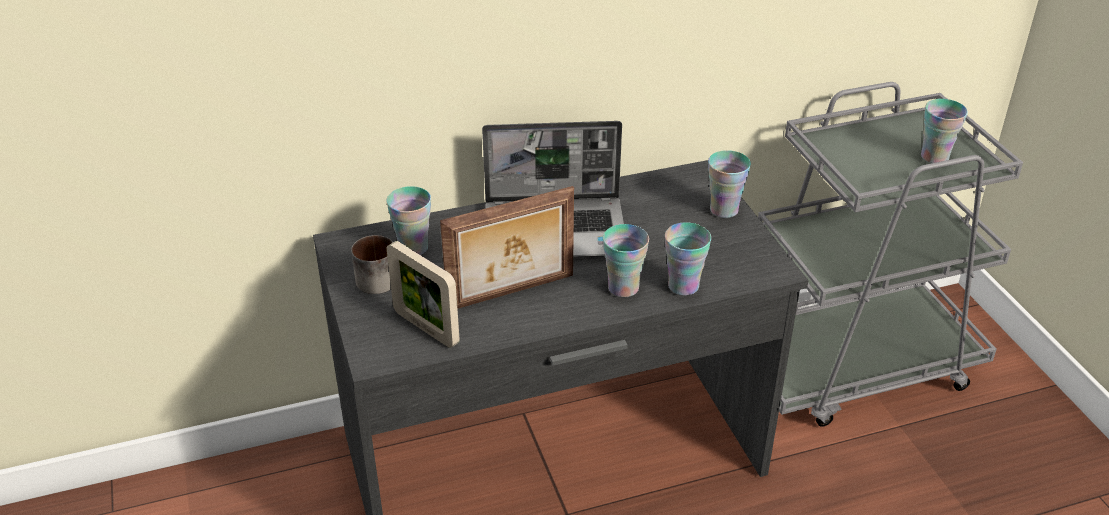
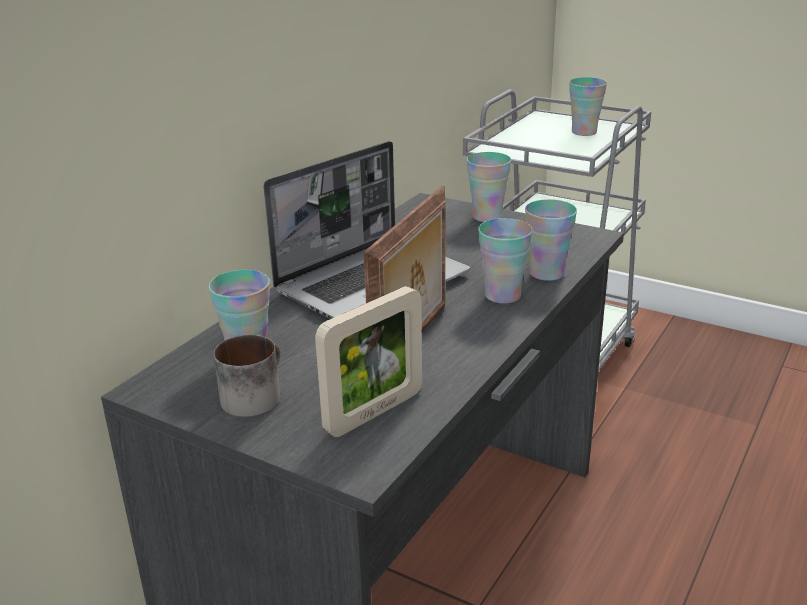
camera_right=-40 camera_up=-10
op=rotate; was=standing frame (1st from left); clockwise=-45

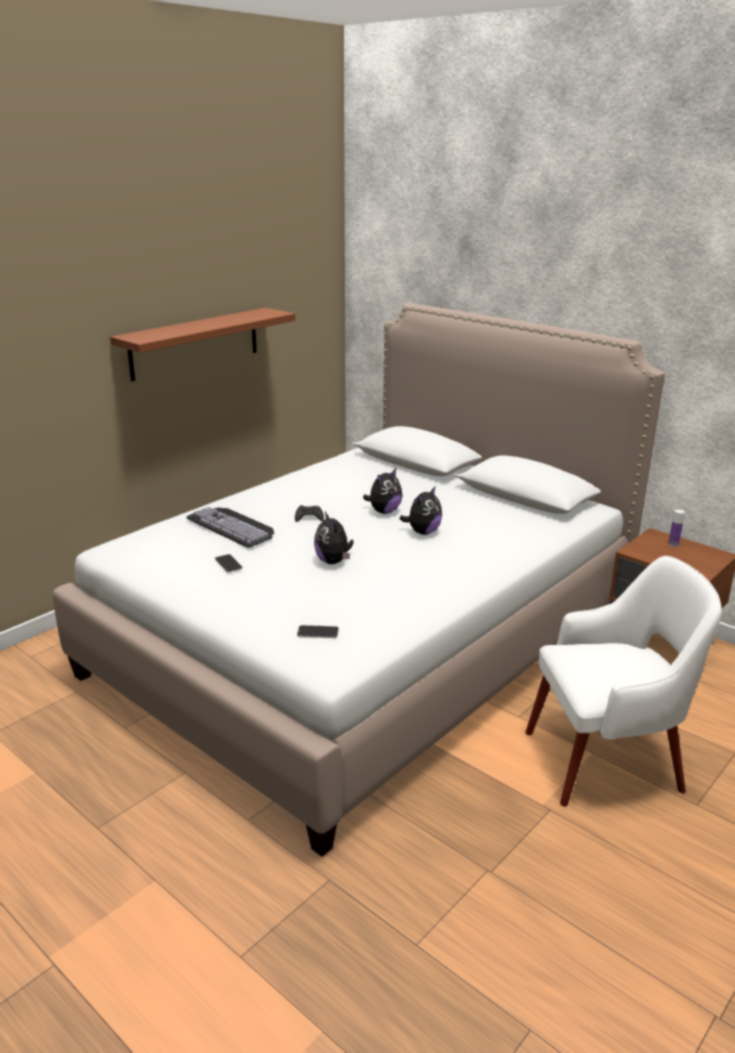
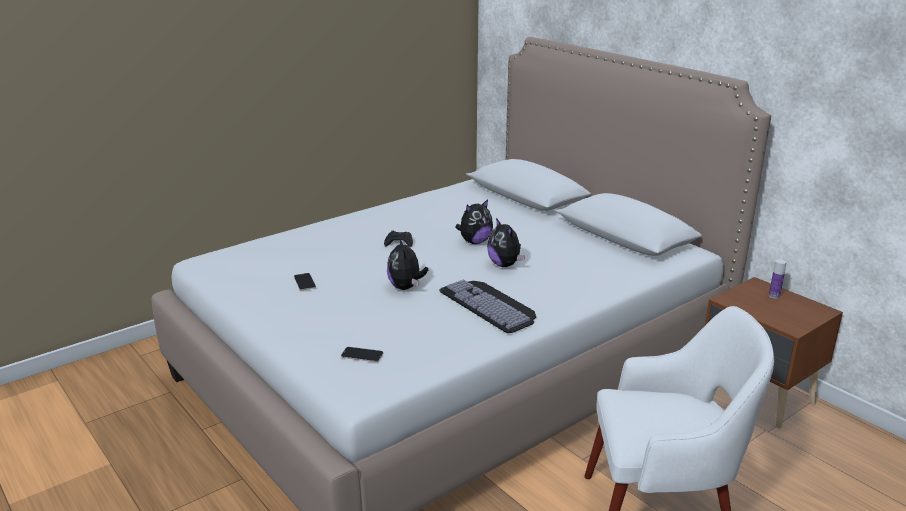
camera_right=10 camera_up=0
op=delete; was=brownish bracket shelf
op=move; was=computer keyboard
op=rotate; was=cuddly toy (3rd from left); clockwise=105

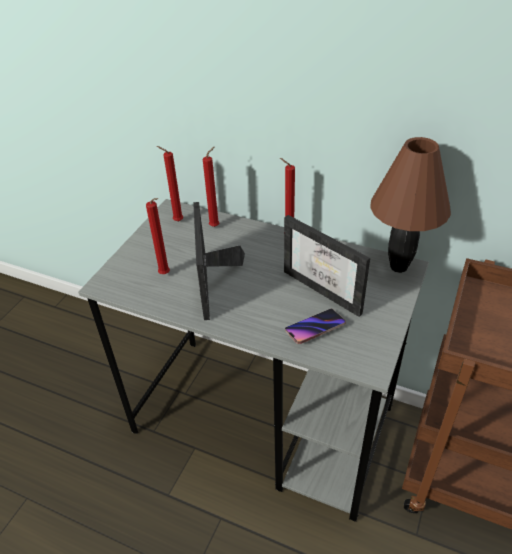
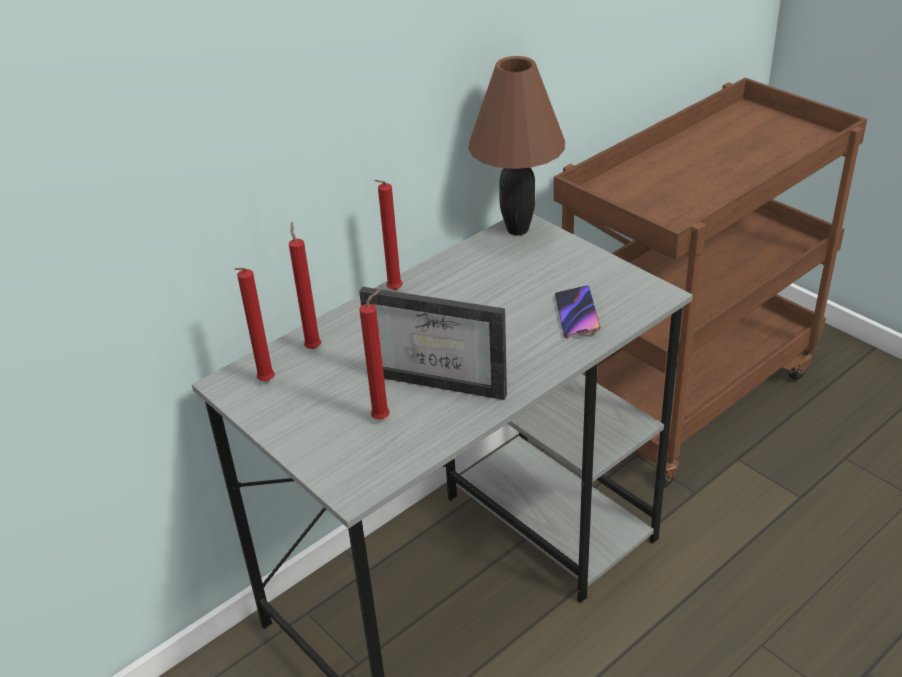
camera_right=-65 camera_up=-5
op=delete; was=standing frame (2nd from left)

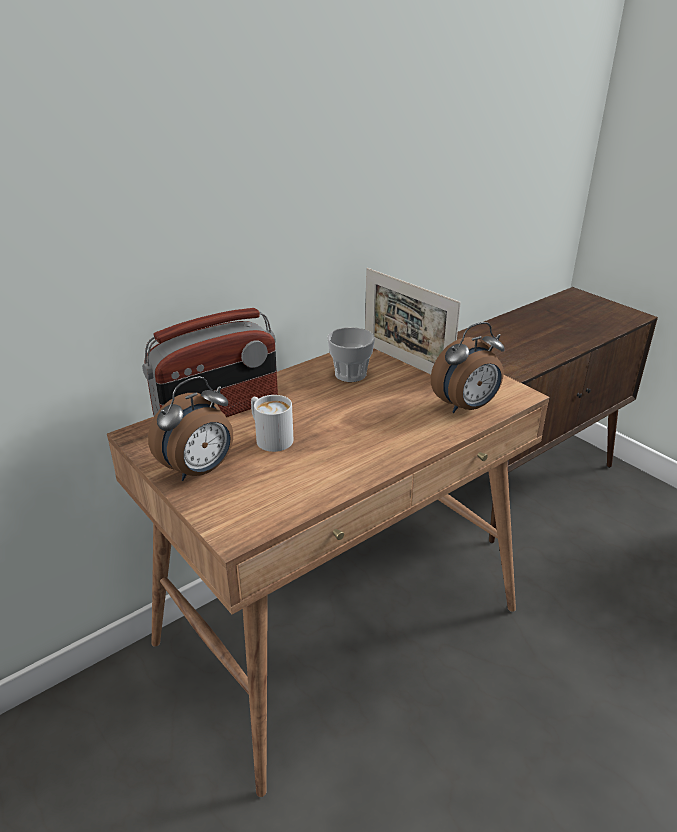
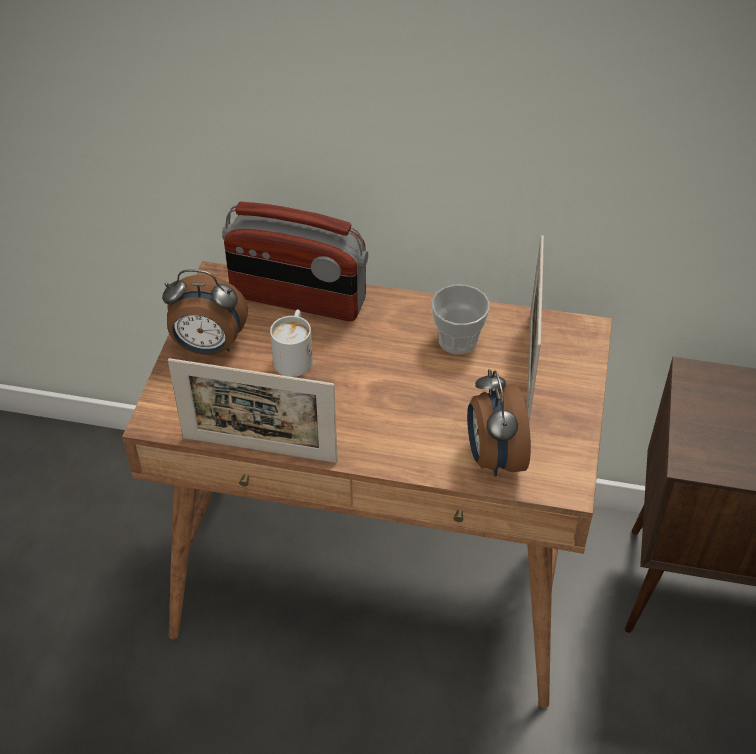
camera_right=50 camera_up=15
op=rotate; was=alarm clock (2nd from left); clockwise=60
op=insert; now=standing frame (1st from left)

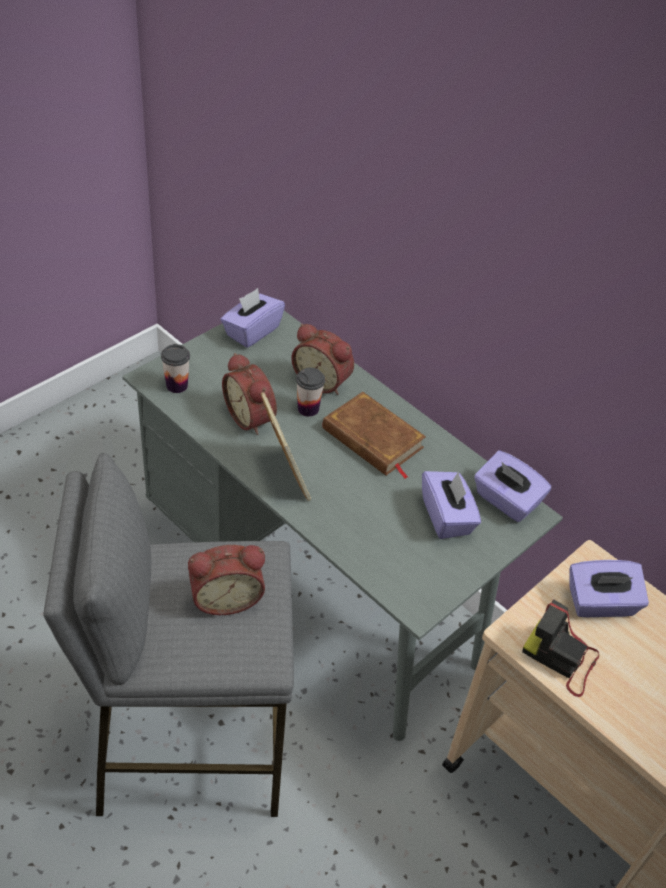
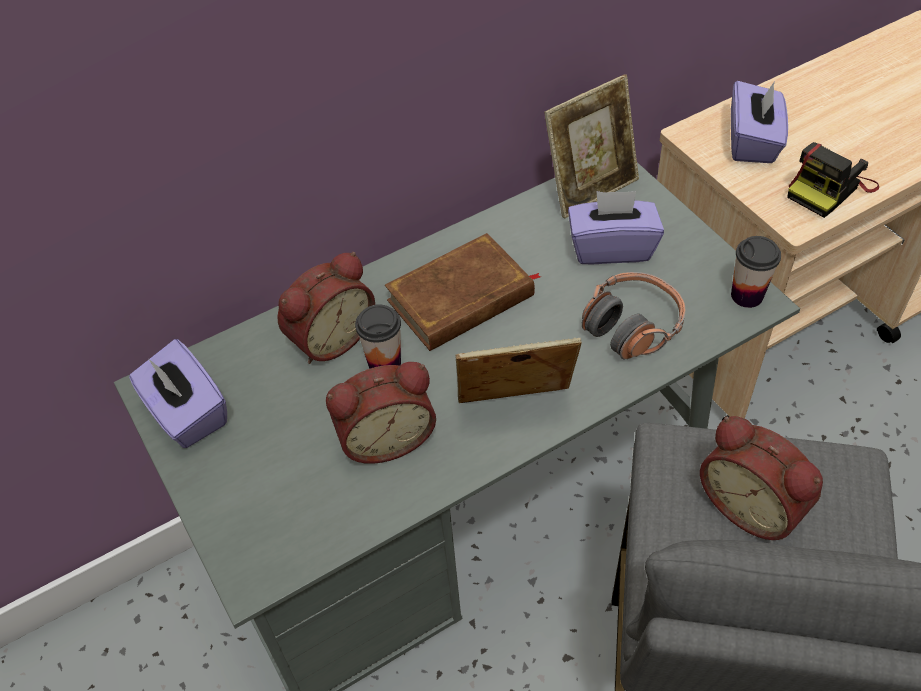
camera_right=-70 camera_up=5
op=move; was=small cup (1st from left in the first image); now=small cup (2nd from left)
op=rotate; was=alarm clock (1st from left in the first image); clockwise=135
op=replace; was=purplish box of tissues (3rd from left); now=standing frame (2nd from left)
op=insert; now=pair of headphones

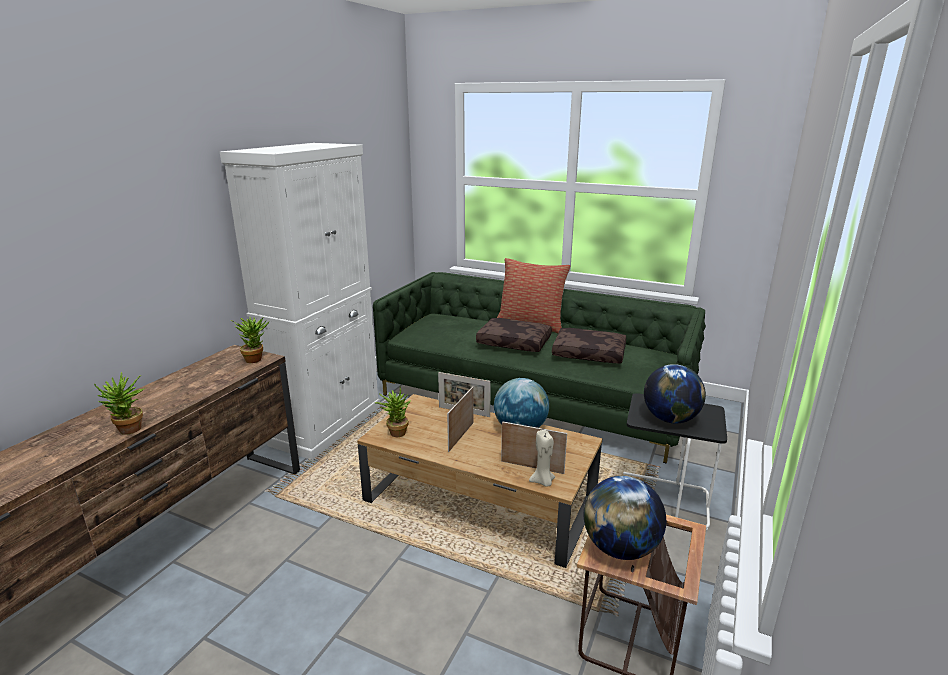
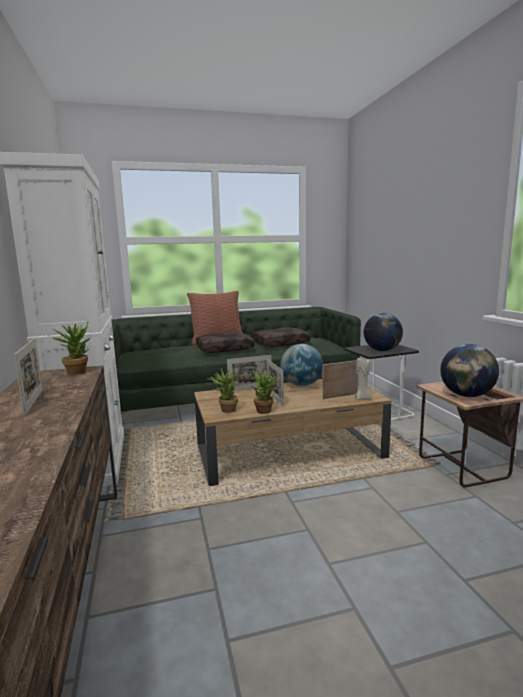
camera_right=-40 camera_up=-10
op=move; was=potted plant (1st from left in the first image); now=potted plant (3rd from left)
op=insert; now=standing frame (1st from left)

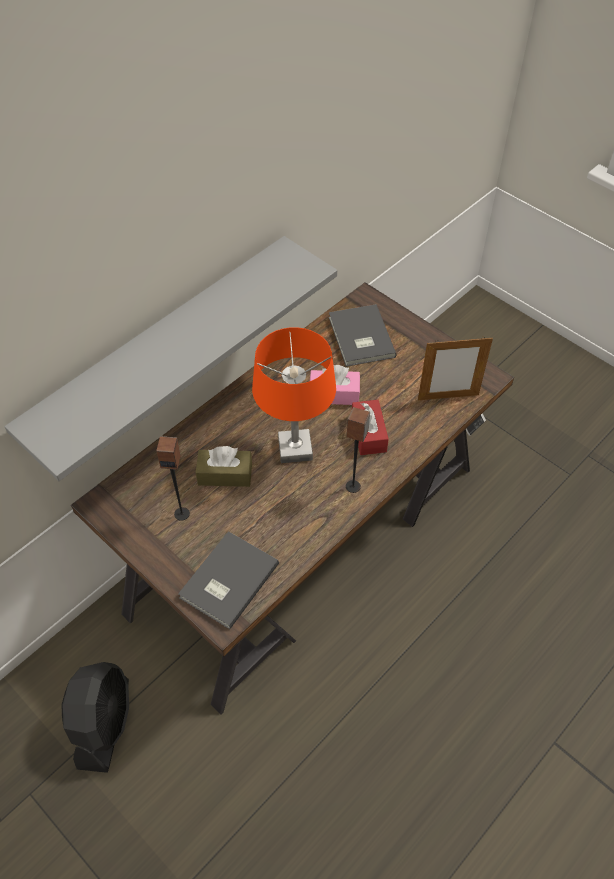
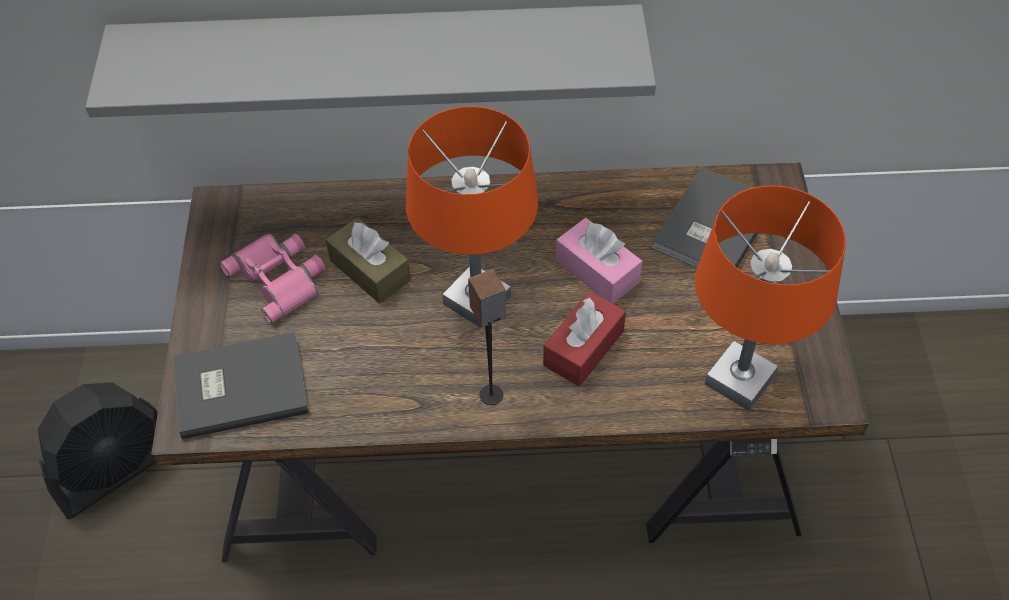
camera_right=45 camera_up=0
op=replace; was=loudspeaker (1st from left); now=pink field glasses
op=replace; was=standing frame; now=orangey table lamp (2nd from left)

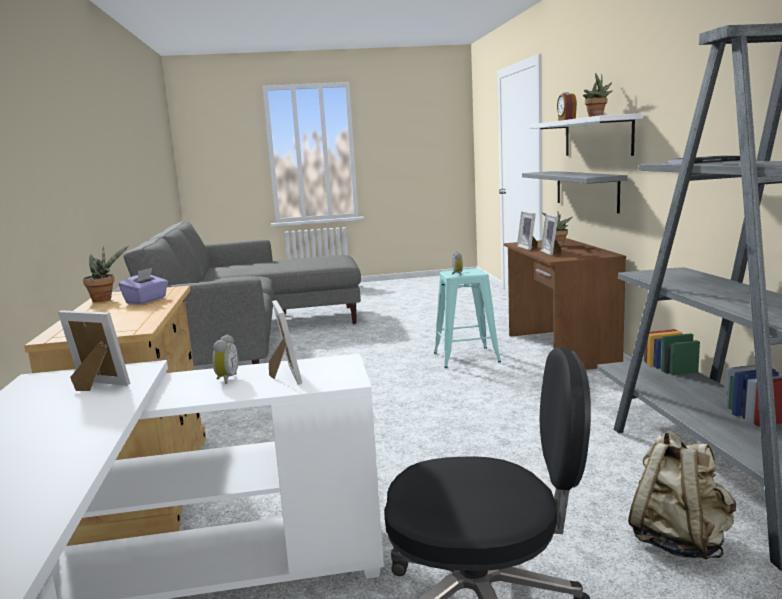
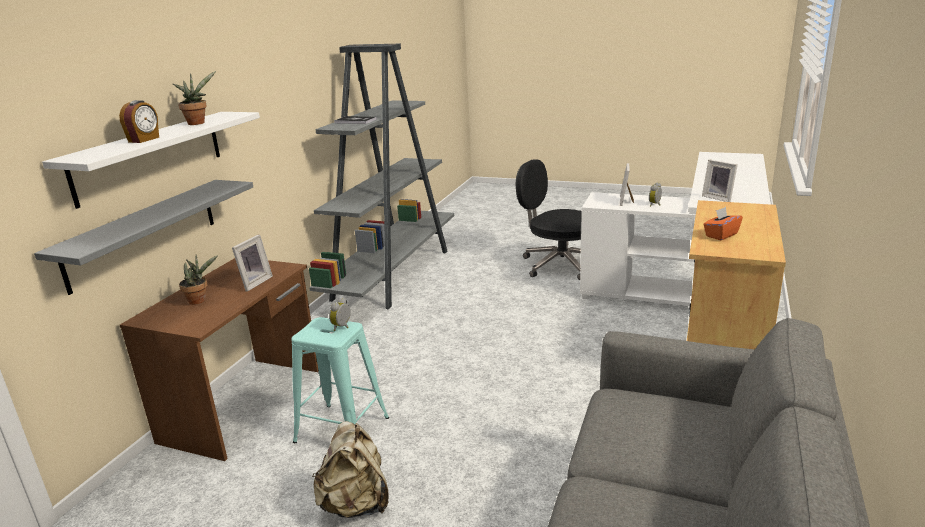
camera_right=-150 camera_up=10
op=delete; was=potted plant (1st from left)
op=recolor; was=purplish box of tissues; now=orangey box of tissues
op=delete; was=standing frame (3rd from left)
op=move; was=beige knapsack

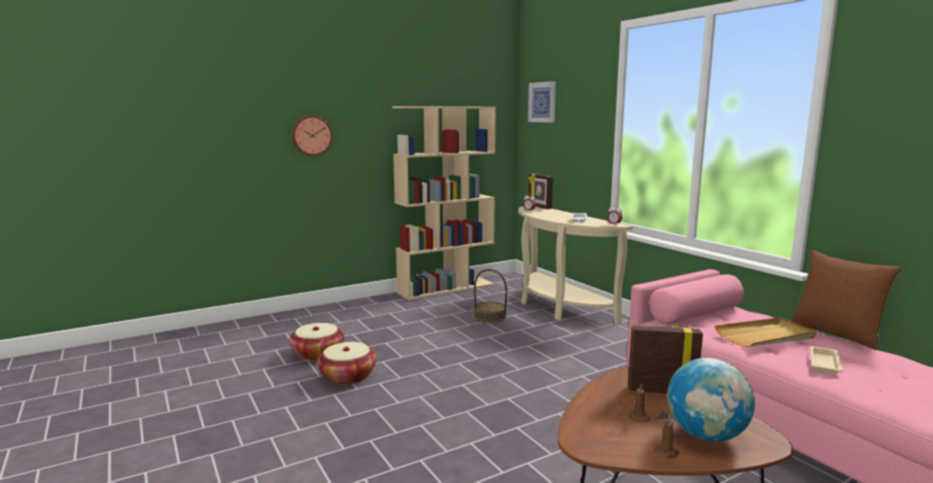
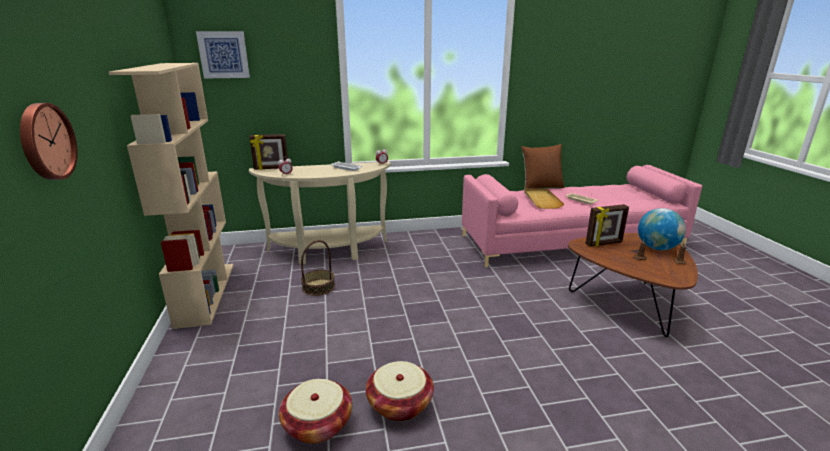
camera_right=-70 camera_up=10
op=rotate; was=standing frame (2nd from left); clockwise=-135

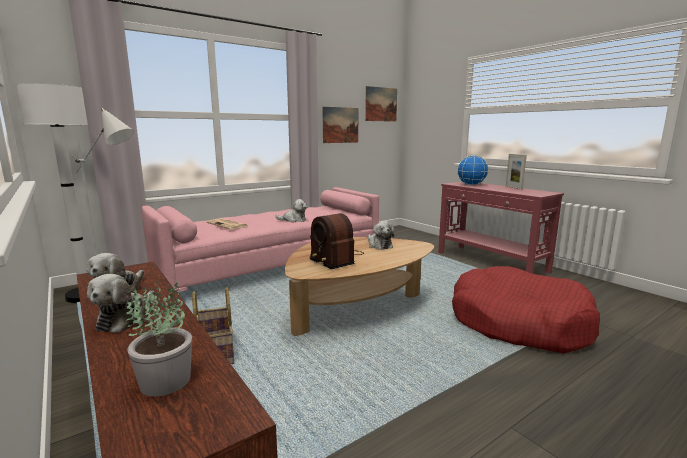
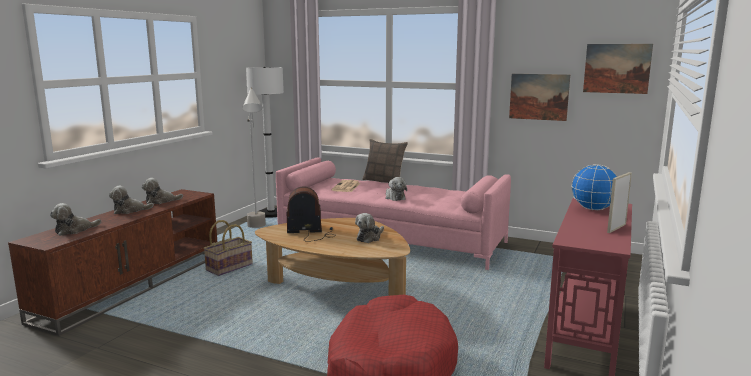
camera_right=60 camera_up=0
op=replace; was=potted plant; now=cuddly toy (1st from left)
op=rotate; was=radio; clockwise=60
op=insert; now=throw pillow

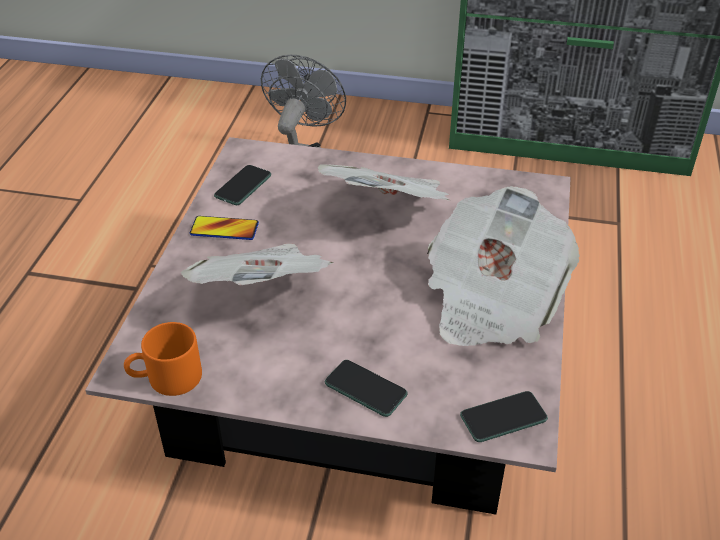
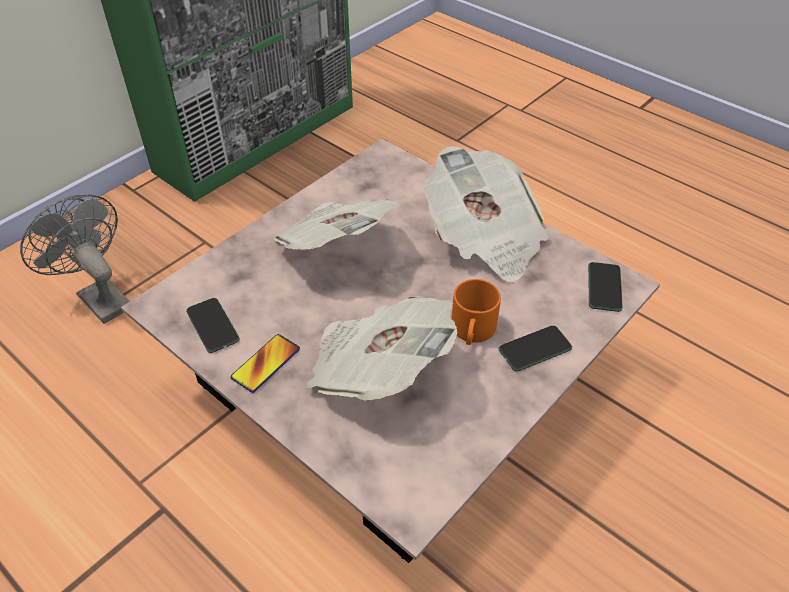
camera_right=-60 camera_up=5
op=move; was=orangey tea mug

